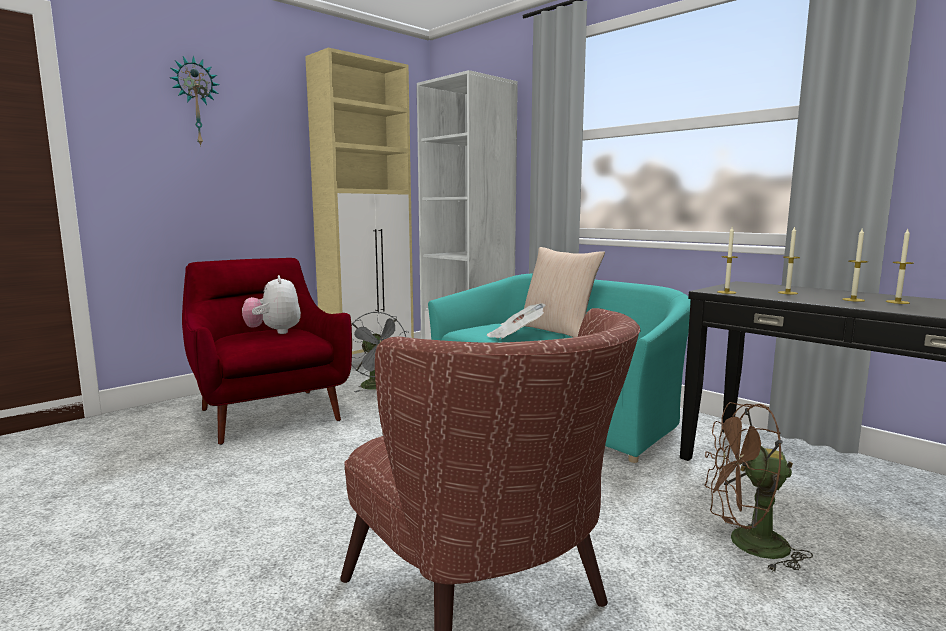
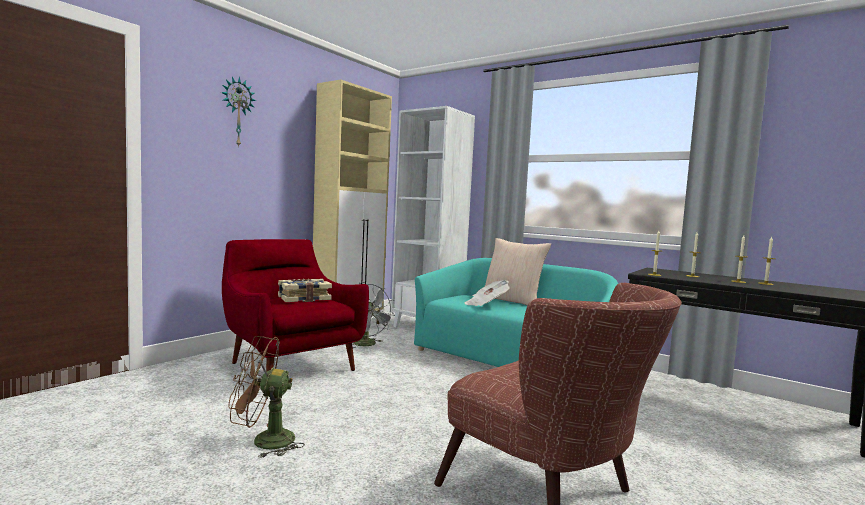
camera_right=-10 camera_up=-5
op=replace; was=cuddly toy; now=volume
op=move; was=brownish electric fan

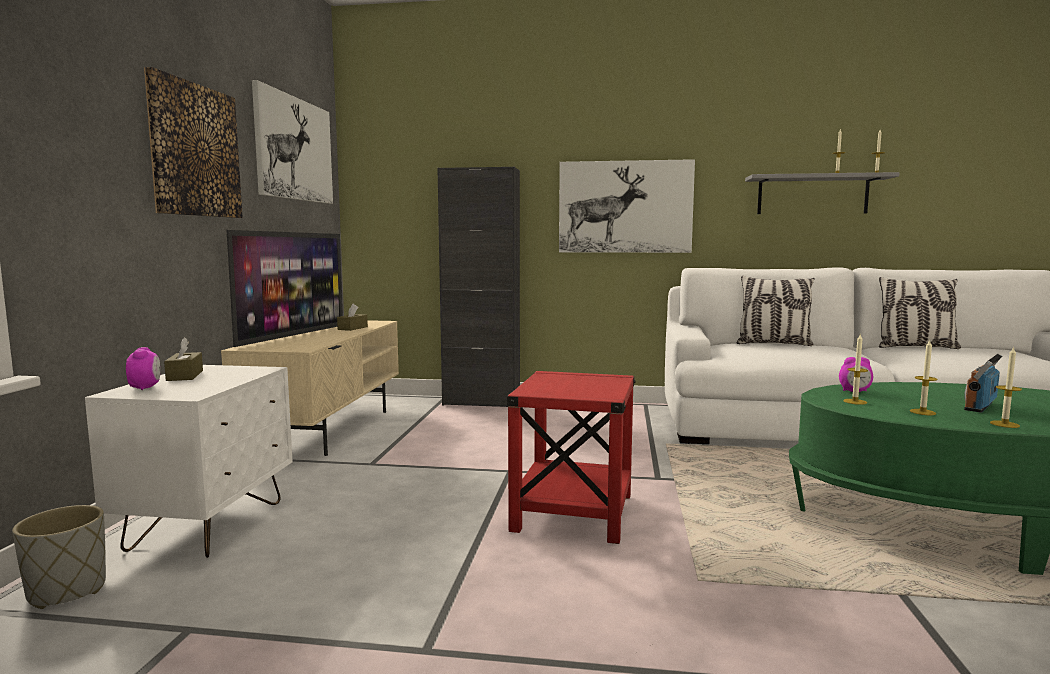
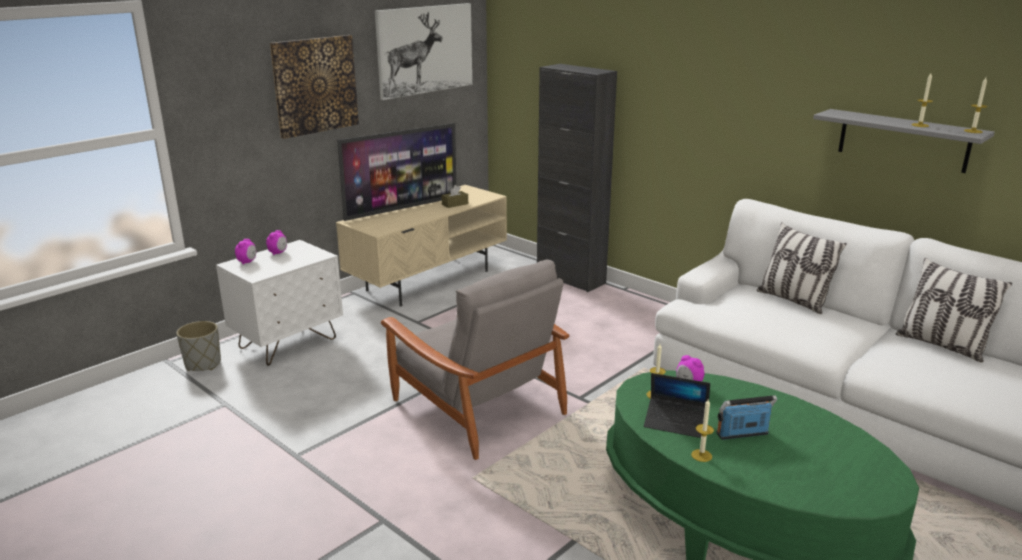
camera_right=35 camera_up=15
op=replace; was=brownish box of tissues (1st from left); now=alarm clock (2nd from left)
op=replace; was=red-coloured side table; now=greyish lounge chair
op=delete; was=picture (3rd from left)
op=replace; was=wax light (4th from left); now=portable computer

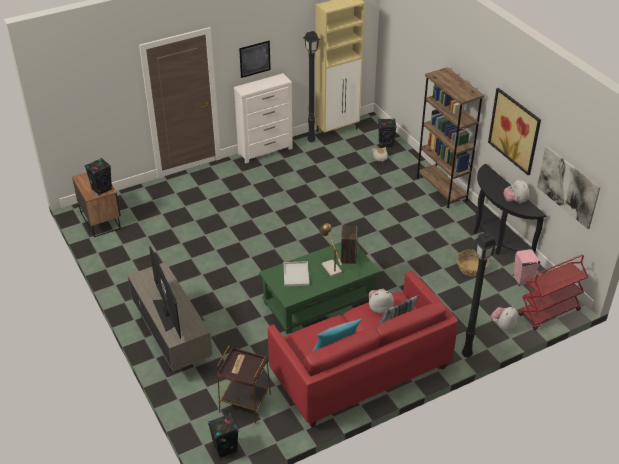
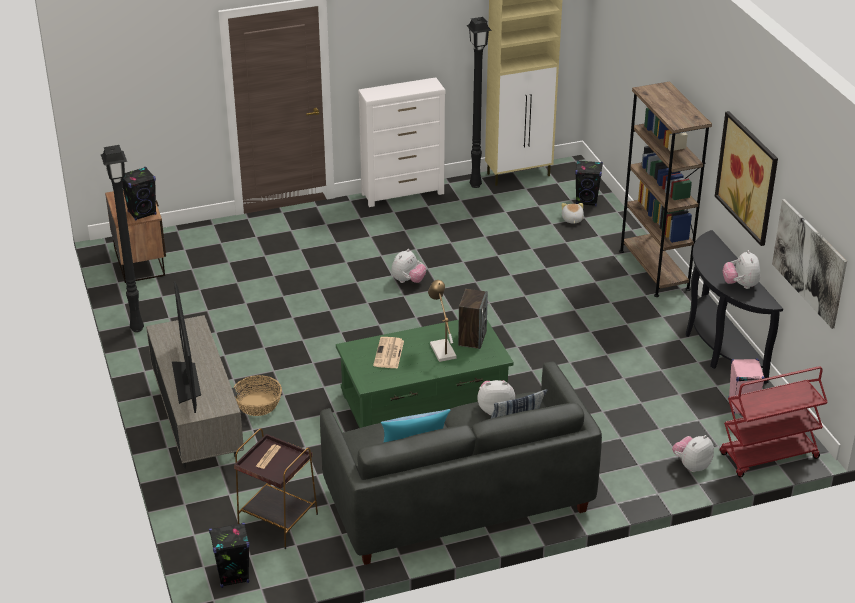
camera_right=10 camera_up=-5
op=delete; was=picture (1st from left)
op=recolor; was=red-coloured couch; now=greyish couch
op=replace; was=whitish serving tray; now=daily paper (2nd from left)
op=move; was=household basket
op=move; was=blackish standing lamp (2nd from left in the first image); now=blackish standing lamp (1st from left)
op=insert; now=cuddly toy (1st from left)

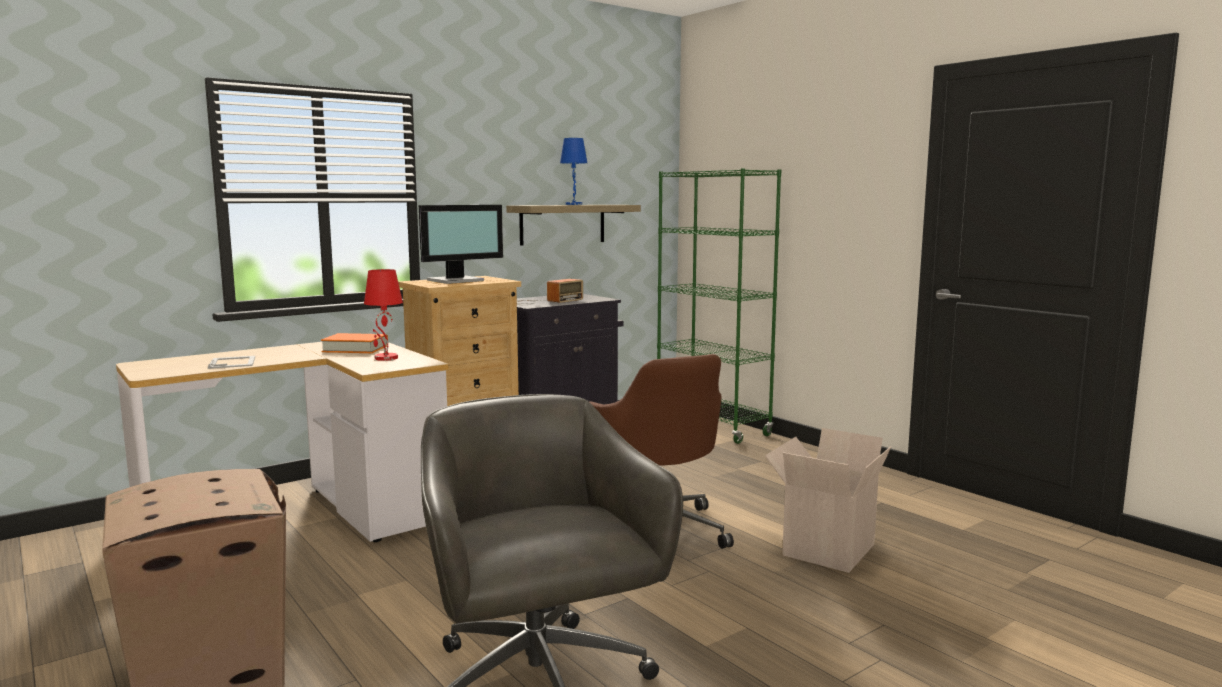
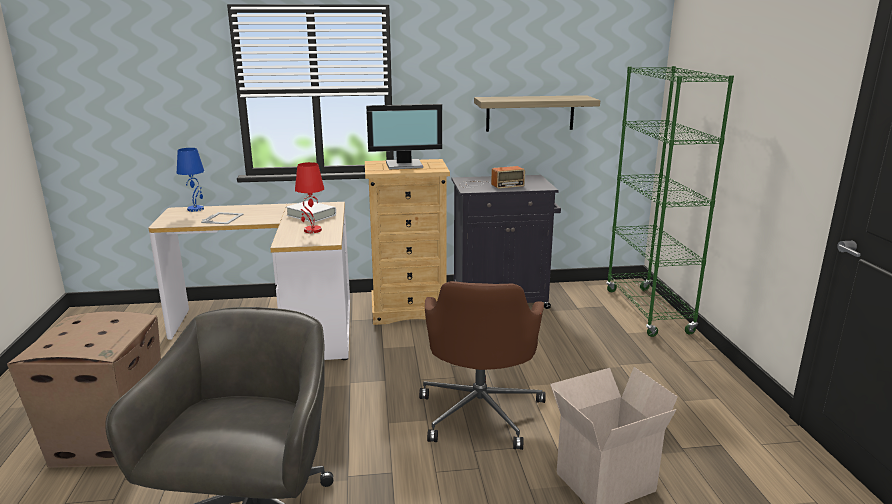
camera_right=30 camera_up=10
op=recolor; was=orangey volume; now=whitish volume
op=move; was=blue table lamp

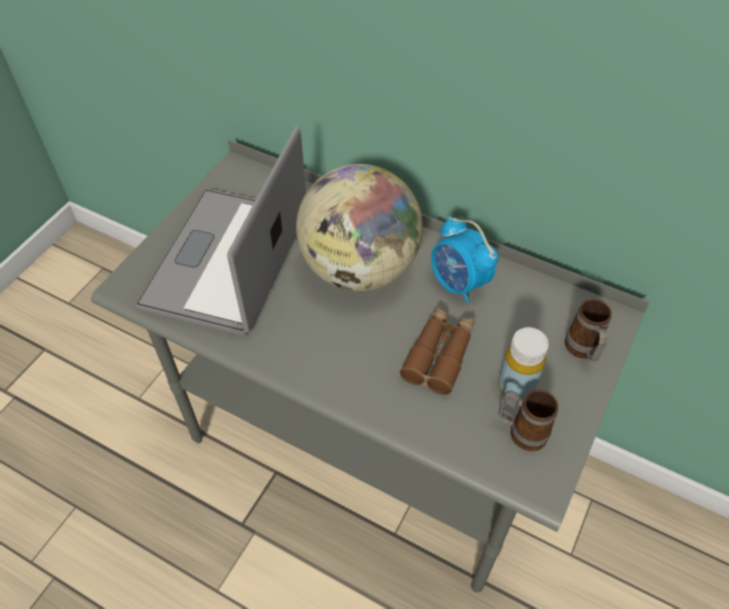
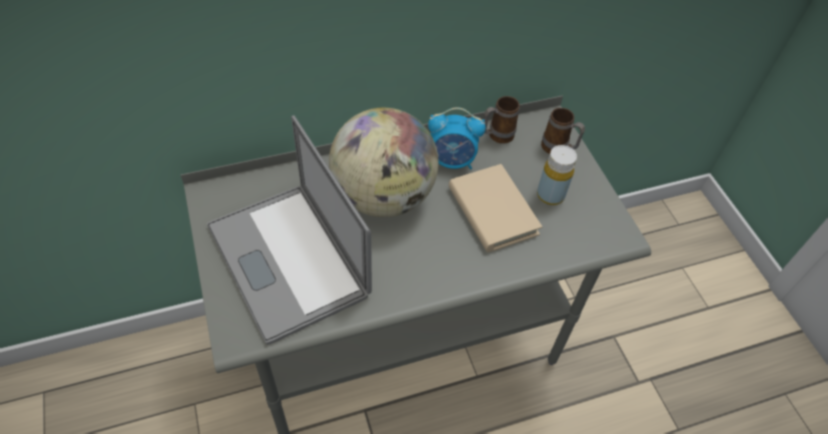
camera_right=-50 camera_up=0
op=replace; was=brownish field glasses; now=beige volume
op=move; was=tea mug (1st from left)

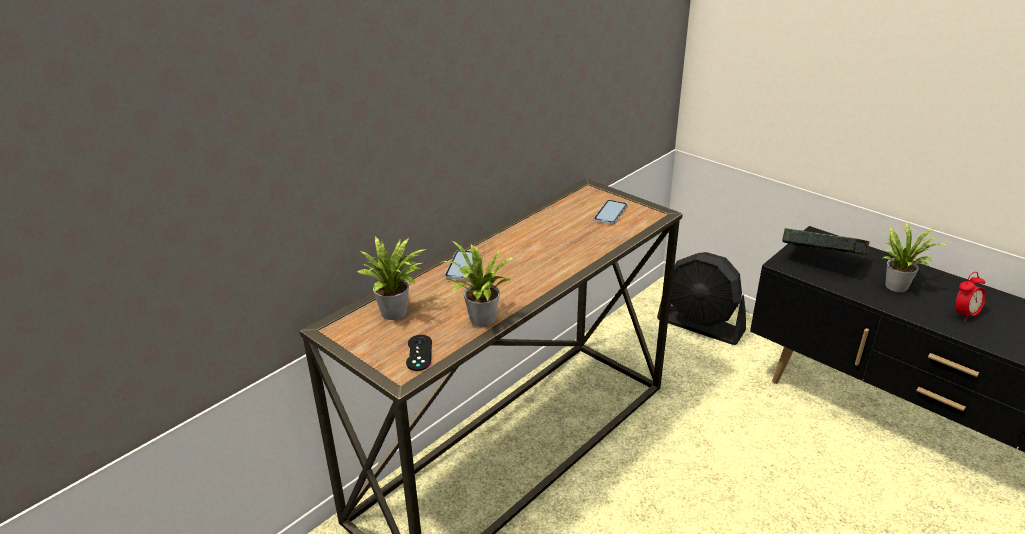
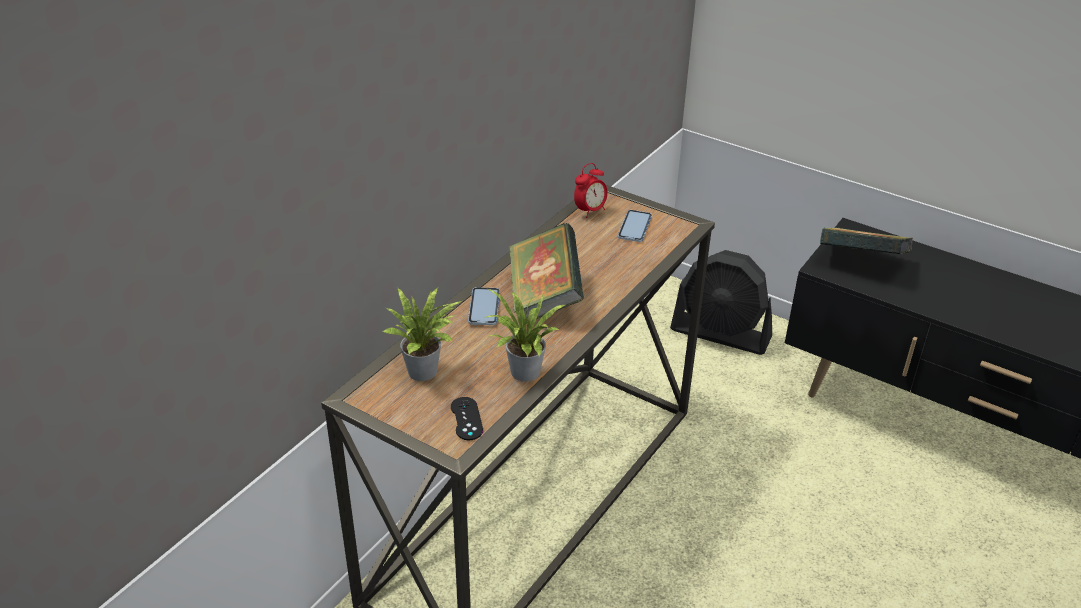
camera_right=-10 camera_up=5
op=delete; was=potted plant (3rd from left)
op=move; was=alarm clock
op=insert; now=volume (1st from left)

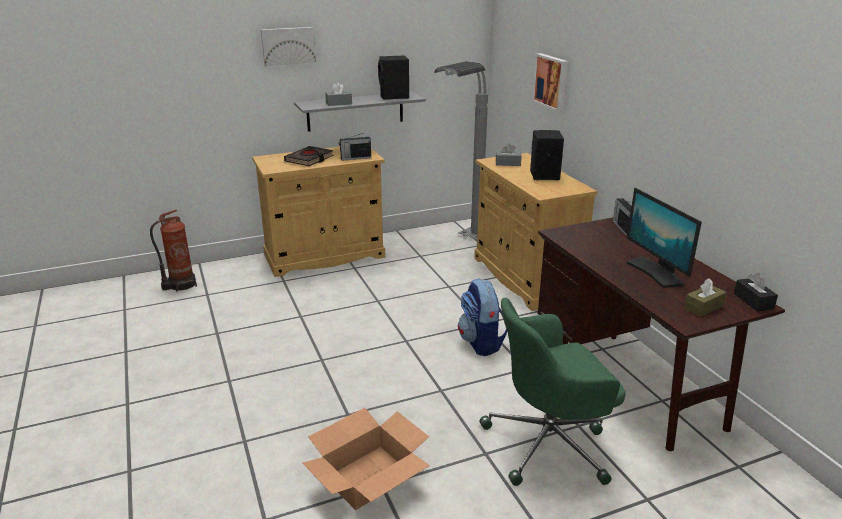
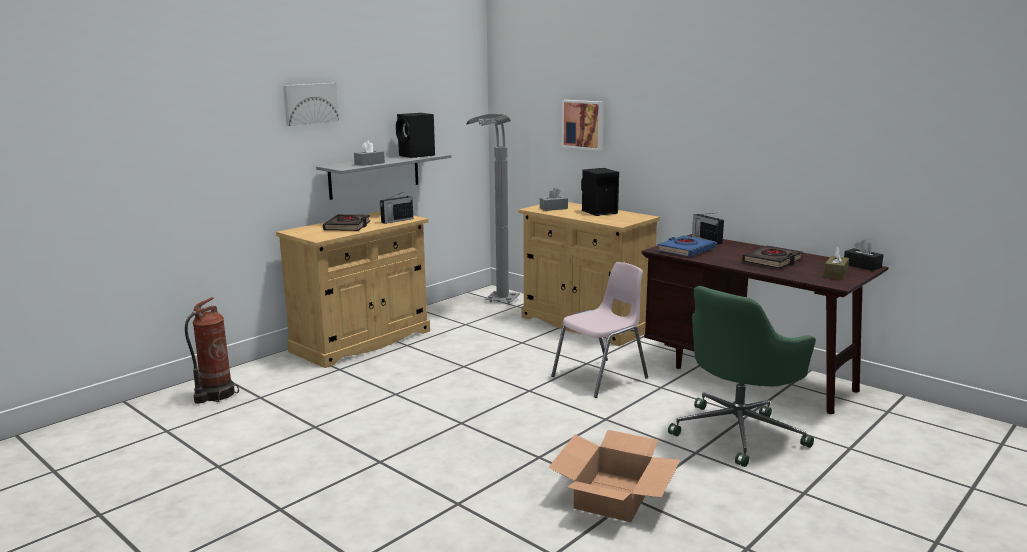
camera_right=-25 camera_up=-10
op=replace; was=knapsack; now=pink upright chair
op=replace; was=computer screen; now=blackish volume (2nd from left)
op=insert; now=blue volume

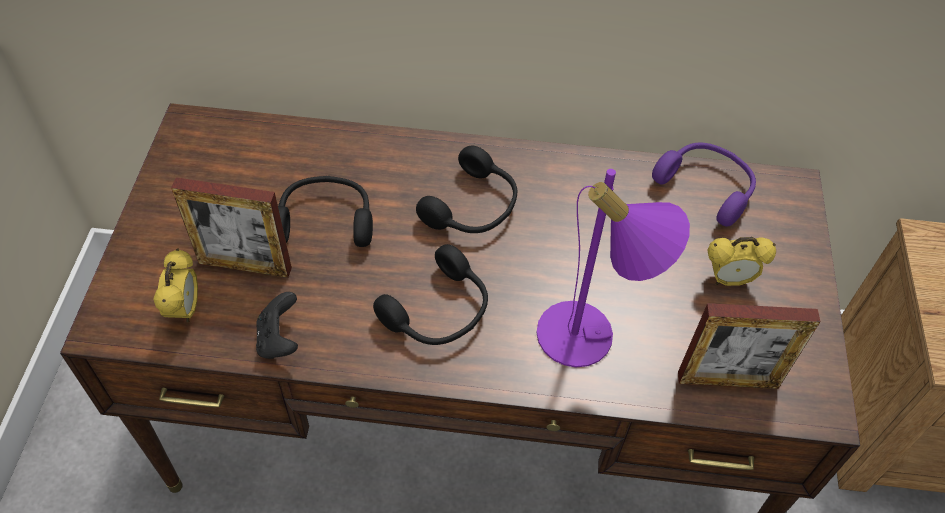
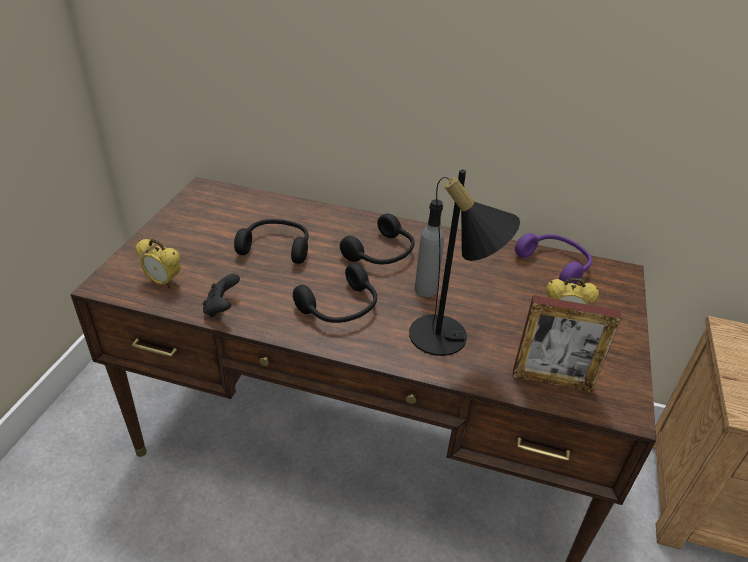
camera_right=10 camera_up=-15
op=rotate; was=alarm clock (1st from left); clockwise=105
op=delete; was=standing frame (1st from left)
op=recolor; was=purplish table lamp; now=blackish table lamp
op=insert; now=greyish bottle

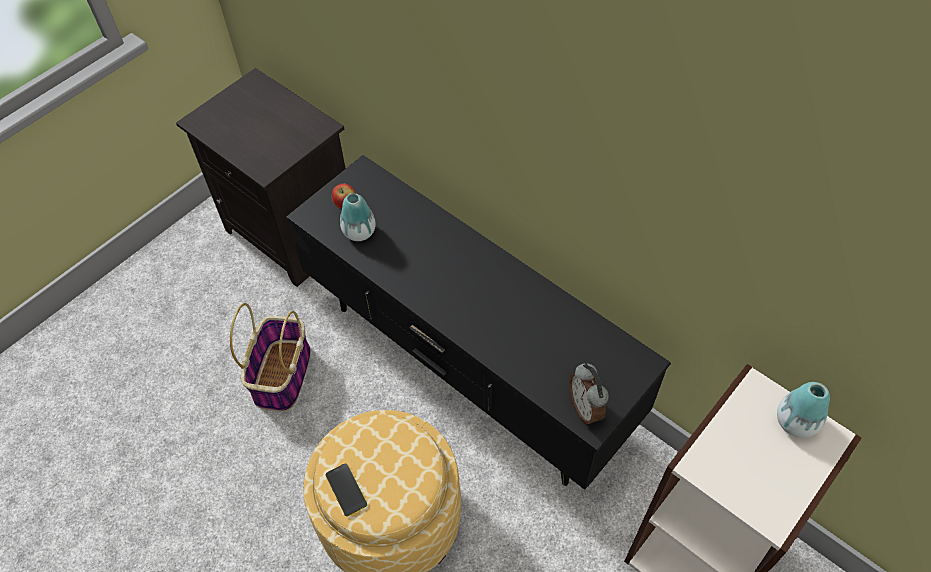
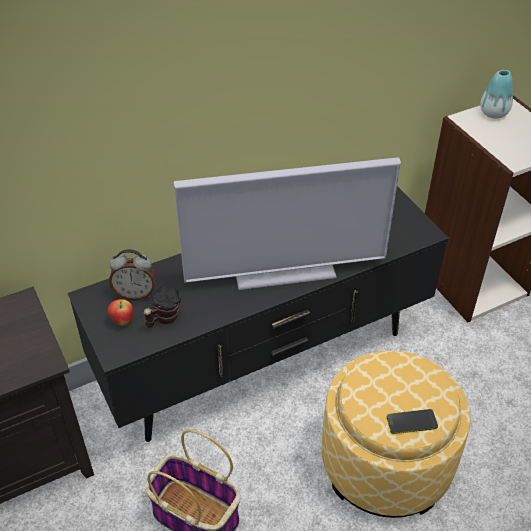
camera_right=-70 camera_up=-10
op=replace; was=decorative vase (1st from left); now=tea mug
op=move; was=alarm clock
op=insert; now=TV set

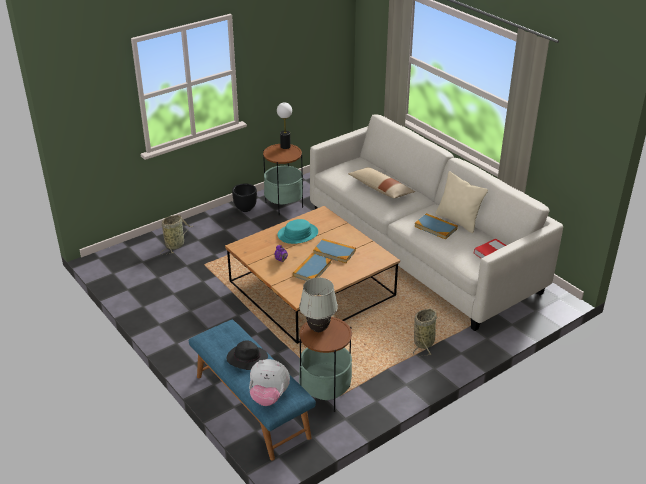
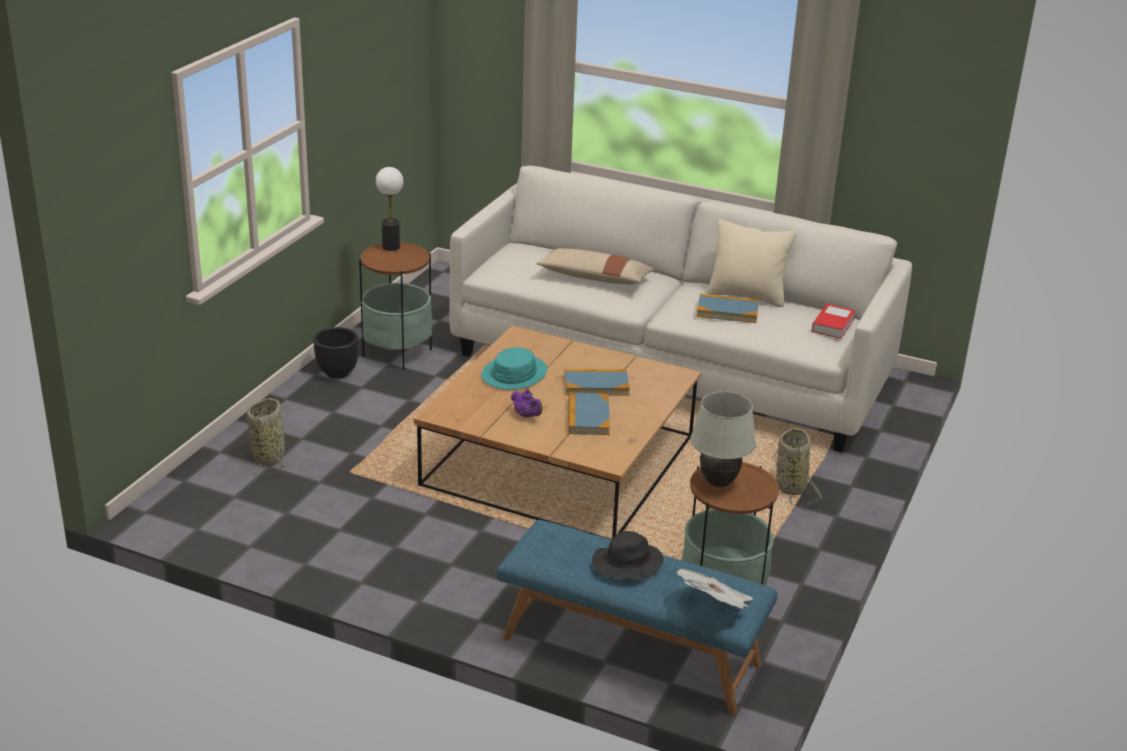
camera_right=-30 camera_up=-5
op=replace; was=cuddly toy; now=daily paper

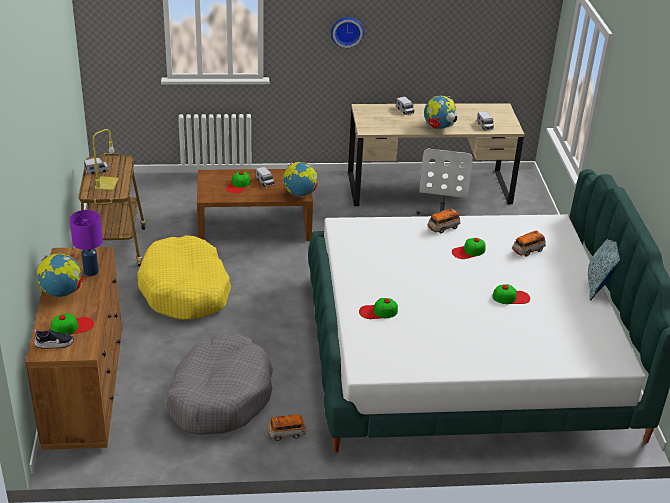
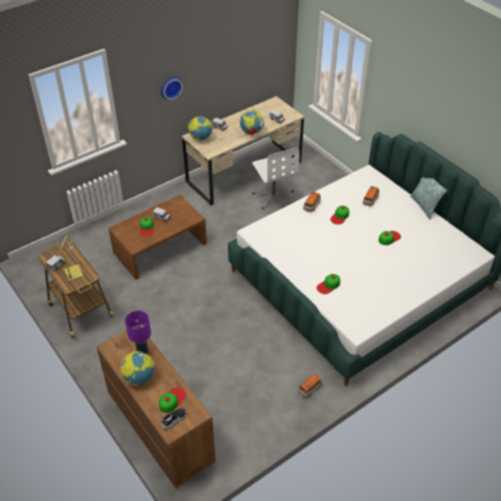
camera_right=-30 camera_up=10
op=delete; was=yellow-coloured dog cushion
op=delete; was=greyish dog cushion
op=move; was=desk globe (2nd from left)

